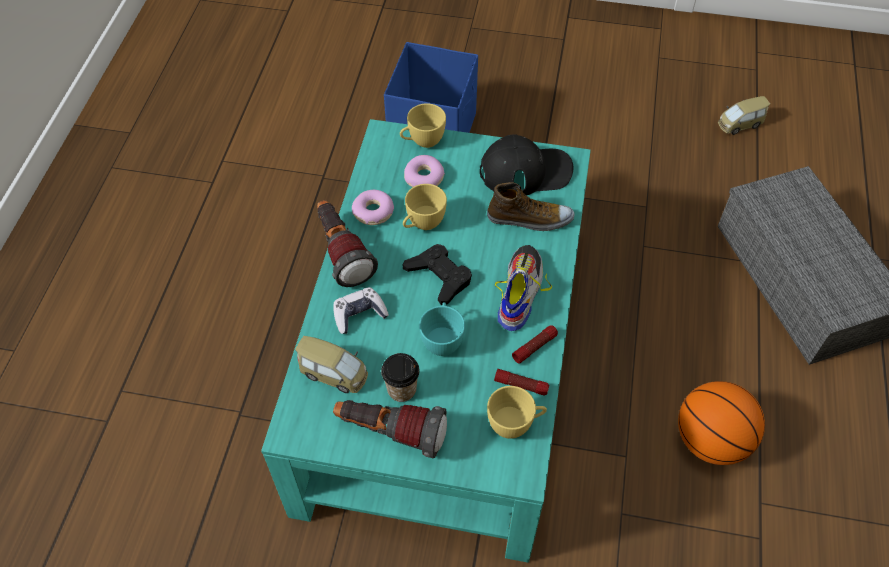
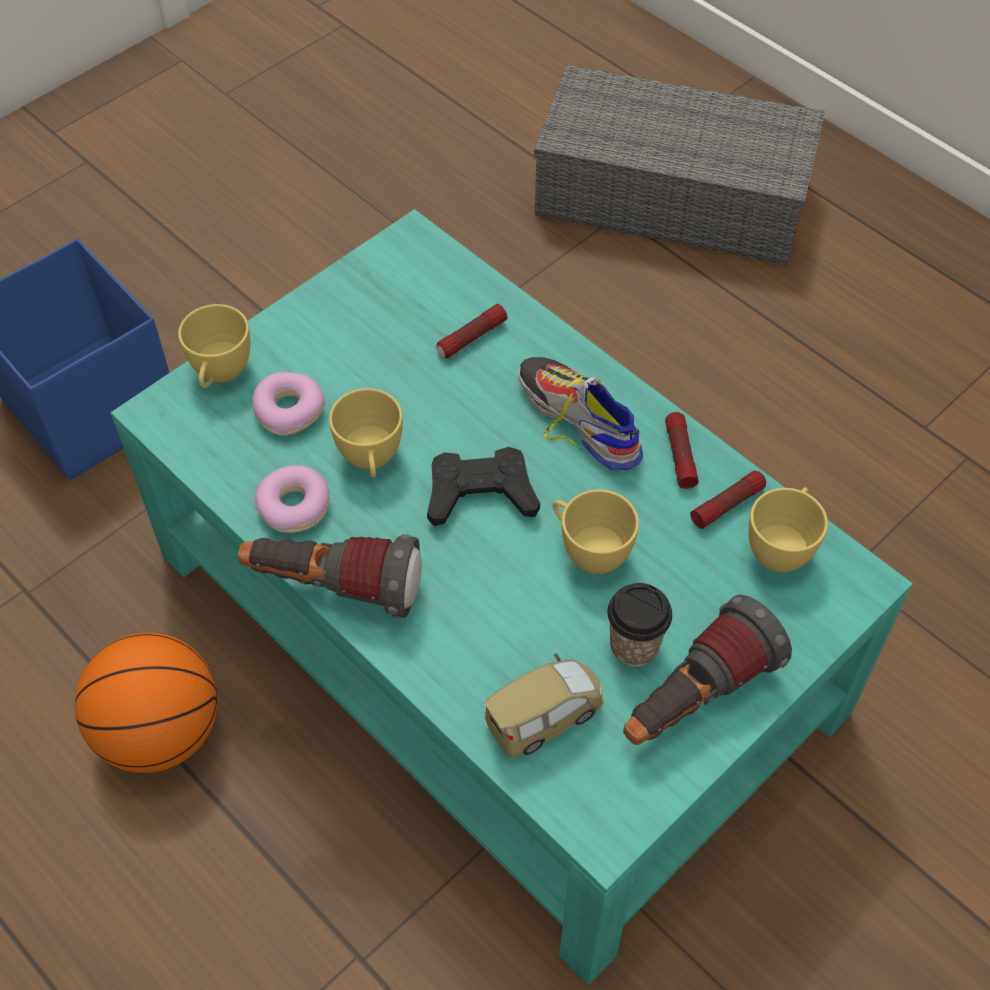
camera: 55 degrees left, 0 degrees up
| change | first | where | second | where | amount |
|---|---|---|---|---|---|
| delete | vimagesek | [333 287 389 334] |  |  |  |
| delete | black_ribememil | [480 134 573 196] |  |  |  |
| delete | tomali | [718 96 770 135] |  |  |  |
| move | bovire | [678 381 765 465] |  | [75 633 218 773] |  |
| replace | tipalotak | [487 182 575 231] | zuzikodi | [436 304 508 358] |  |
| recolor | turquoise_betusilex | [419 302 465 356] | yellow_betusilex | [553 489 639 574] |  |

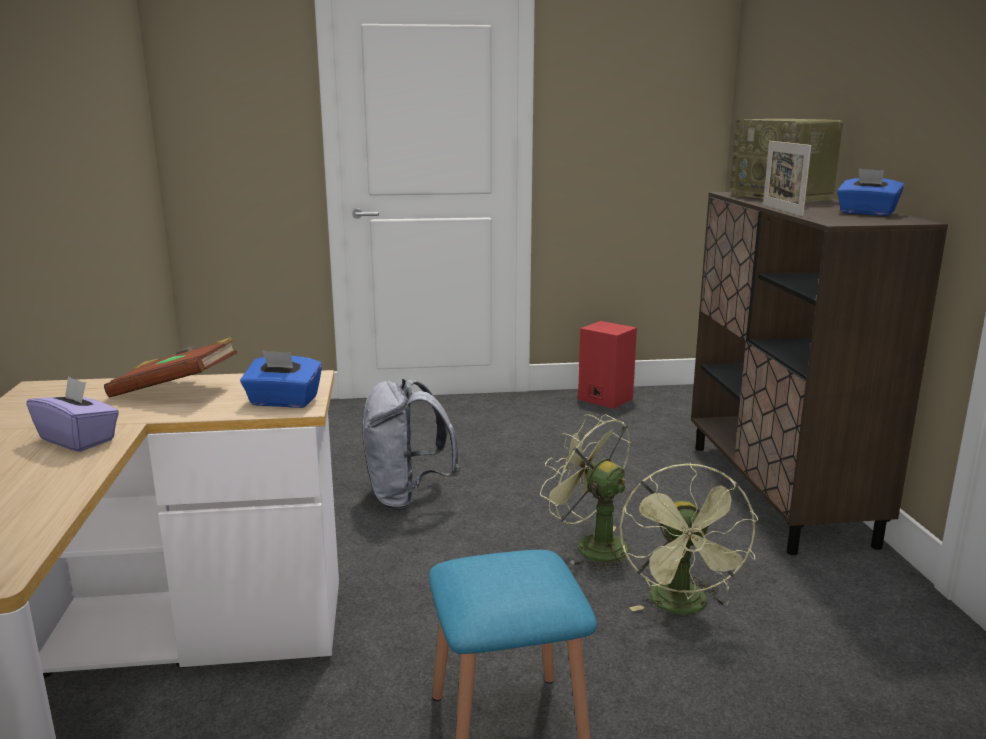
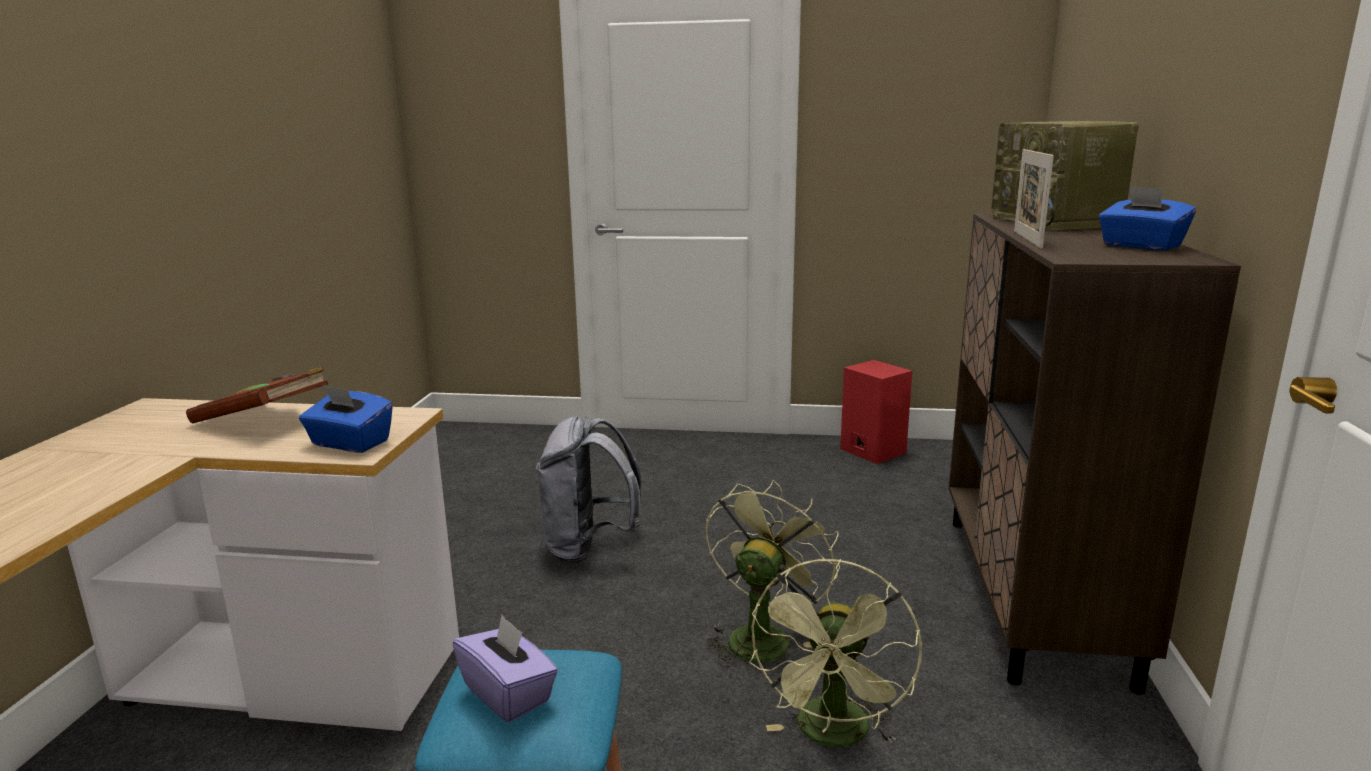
camera: 15 degrees right, 0 degrees up
| change | first | where | second | where | amount |
|---|---|---|---|---|---|
| move | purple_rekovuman | [26 376 119 452] |  | [453 615 558 723] |  |
| rotate | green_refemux | [540 414 631 571] |  | [706 480 840 667] | 60 degrees clockwise |

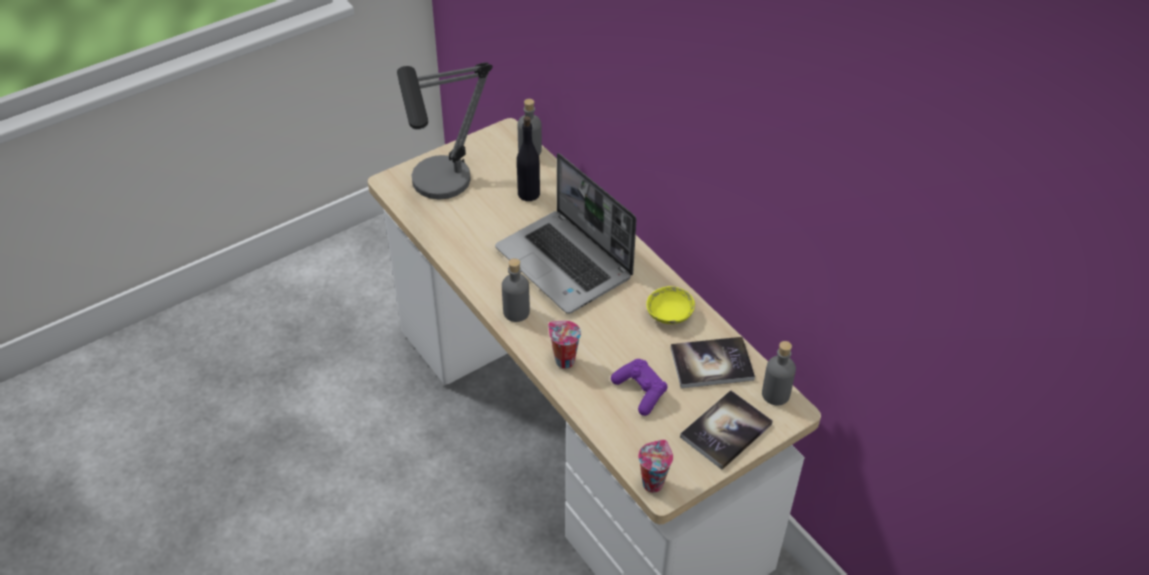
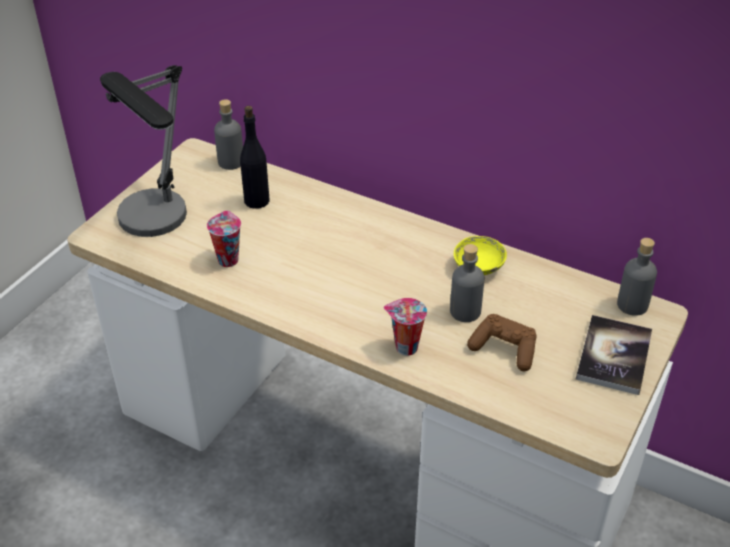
camera: 25 degrees left, 5 degrees down
| change | first | where | second | where | amount |
|---|---|---|---|---|---|
| delete | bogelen | [495 153 637 314] |  |  |  |
| delete | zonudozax | [671 337 755 388] |  |  |  |
| move | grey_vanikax | [502 258 530 322] |  | [450 244 485 322] |  |
| move | betusilex | [638 440 673 493] |  | [207 211 241 267] |  |
| recolor | purple_vimagesek | [611 359 668 416] | brown_vimagesek | [467 314 537 371] |  |

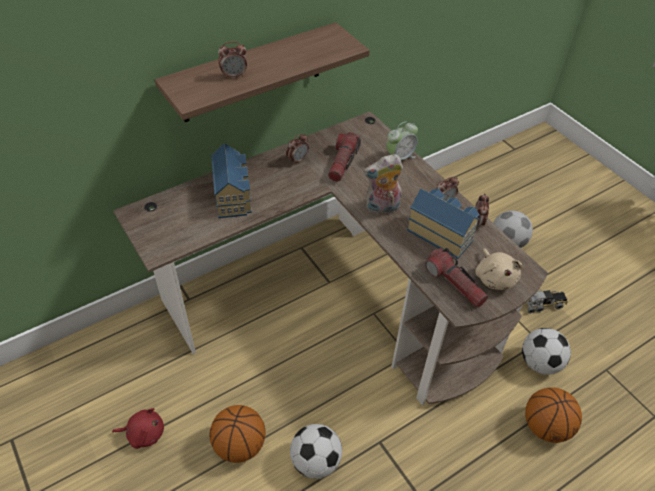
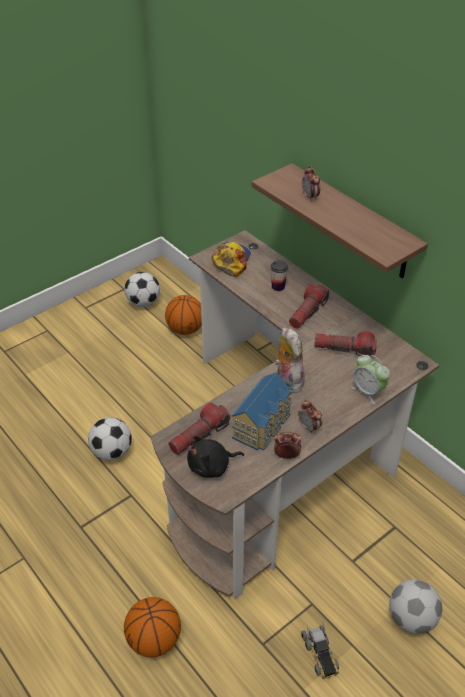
camera: 85 degrees right, 5 degrees down
| change | first | where | second | where | amount |
|---|---|---|---|---|---|
| delete | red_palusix | [112 408 164 449] |  |  |  |
| delete | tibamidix | [286 134 309 165] |  |  |  |
| insert |  |  | ribememil | [212 242 251 277] |  |
| insert |  |  | zuzikodi | [289 284 329 329] |  |
| move | bovire | [210 405 266 463] |  | [165 295 202 335] |  |
| move | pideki | [522 328 571 375] |  | [124 272 160 307] |  |
| replace | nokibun | [211 143 252 218] | betusilex | [270 260 288 291] |  |
| recolor | beige_palusix | [476 248 523 290] | black_palusix | [187 435 244 478] |  |

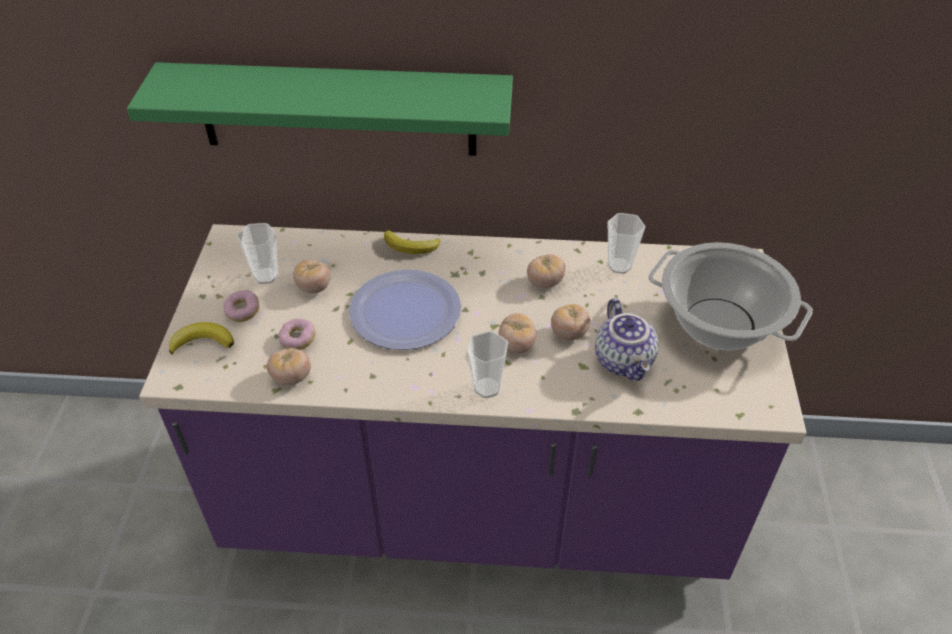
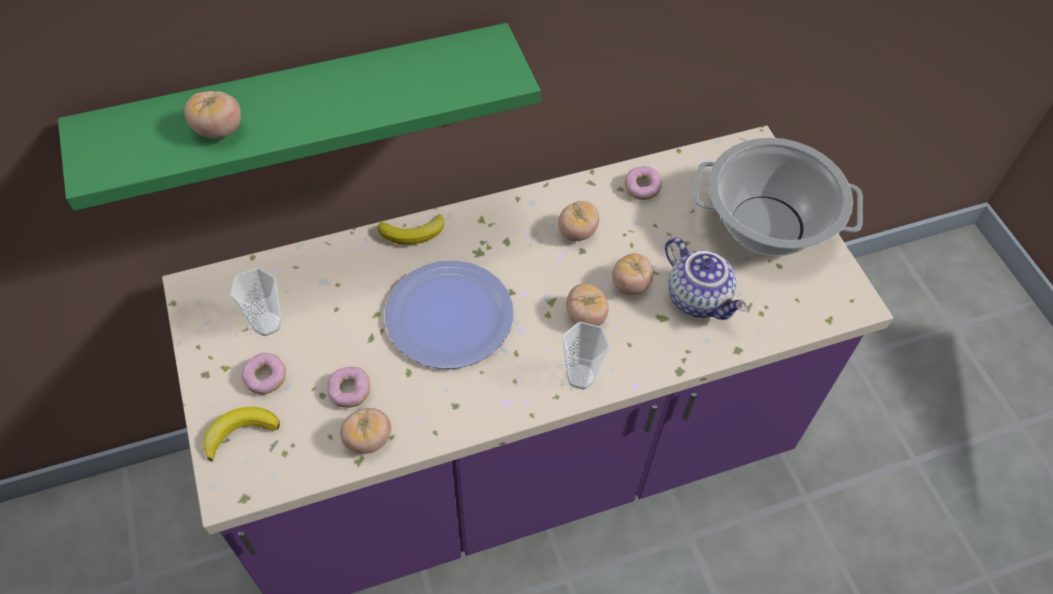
camera: 25 degrees left, 10 degrees up
| change | first | where | second | where | amount |
|---|---|---|---|---|---|
| move | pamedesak | [293 260 331 293] |  | [184 91 241 139] |  |
| replace | betusilex | [608 213 645 274] | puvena | [624 166 662 200] |  |

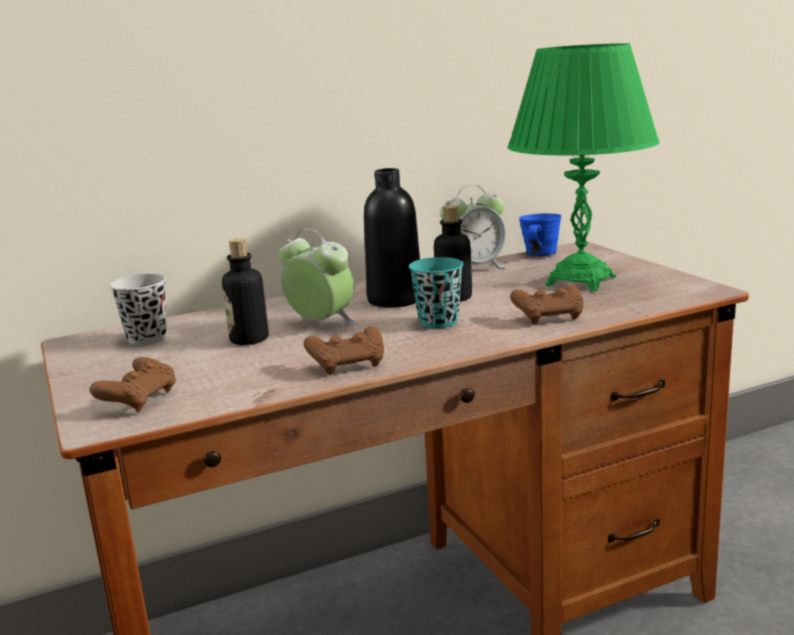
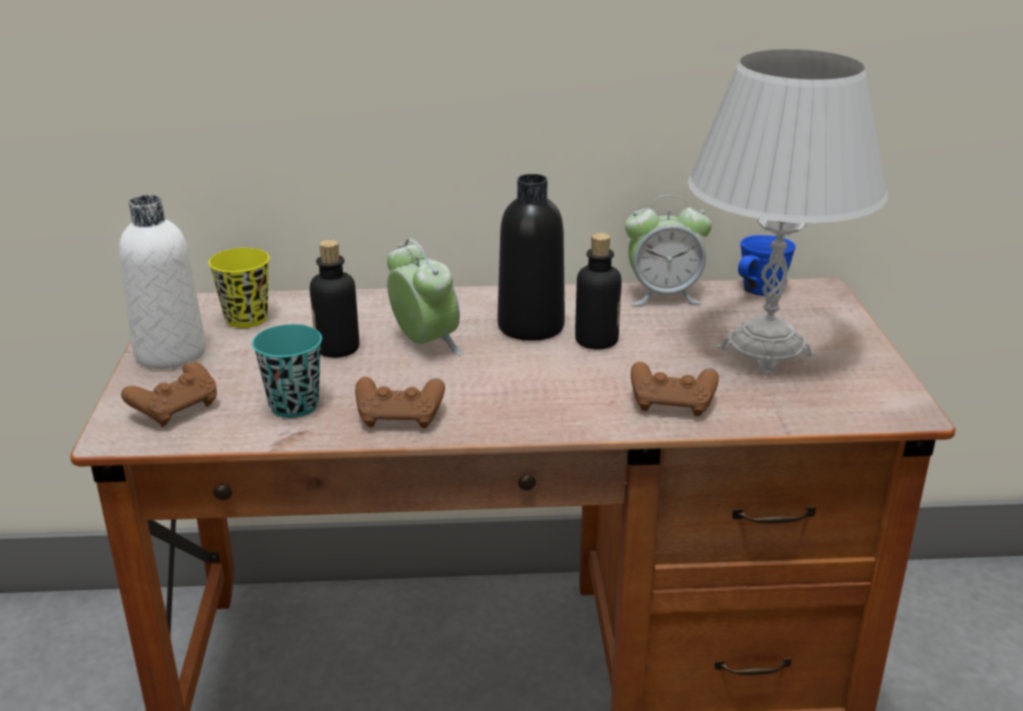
camera: 20 degrees right, 10 degrees up
| change | first | where | second | where | amount |
|---|---|---|---|---|---|
| insert |  |  | white_vanikax | [119 195 206 369] |  |
| move | turquoise_betusilex | [409 257 463 328] |  | [252 324 322 418] |  |
| recolor | black_betusilex | [110 274 167 345] | yellow_betusilex | [208 248 269 328] |  |
| recolor | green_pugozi | [507 43 660 291] | white_pugozi | [688 49 888 375] |  |

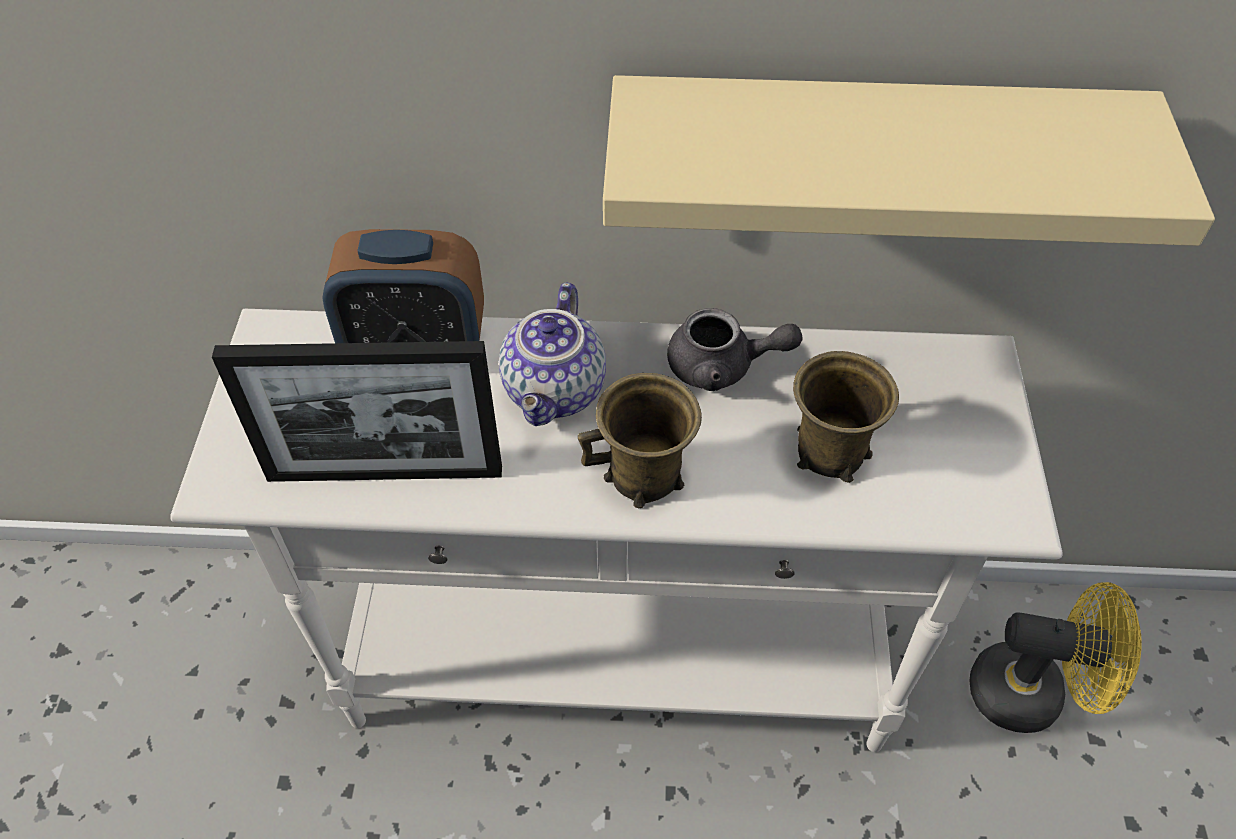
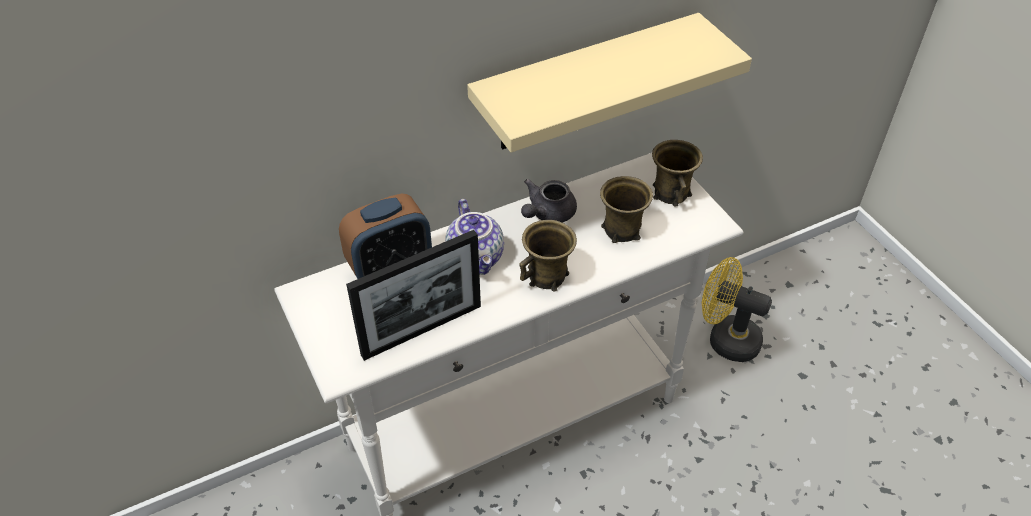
camera: 30 degrees left, 5 degrees down
| change | first | where | second | where | amount |
|---|---|---|---|---|---|
| insert |  |  | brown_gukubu | [652 140 703 206] |  |
| rotate | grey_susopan | [667 308 803 391] |  | [521 179 577 222] | 150 degrees clockwise |
| rotate | yellow_refemux | [969 582 1142 733] |  | [702 257 772 362] | 135 degrees counterclockwise |

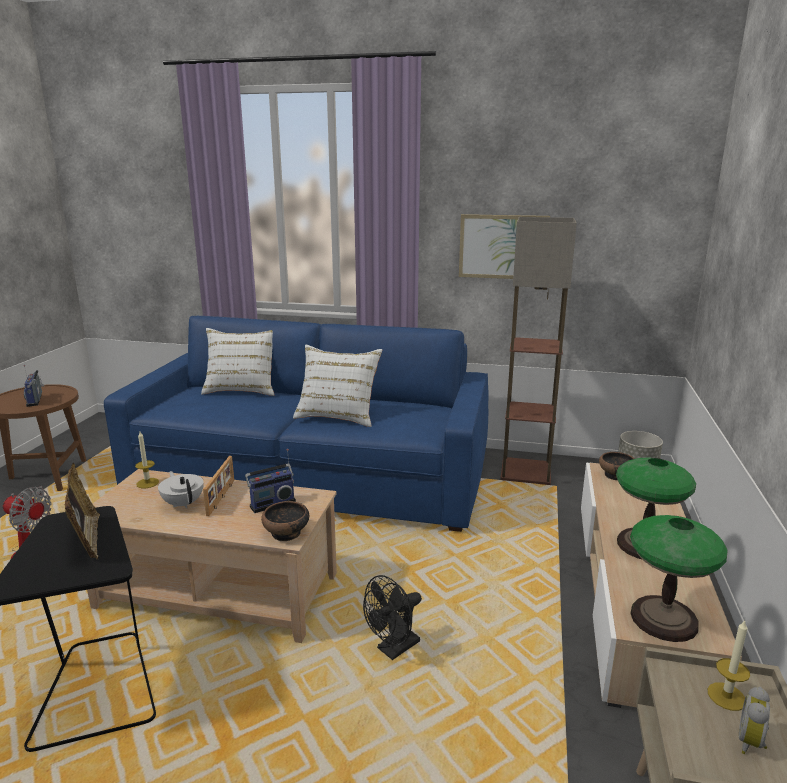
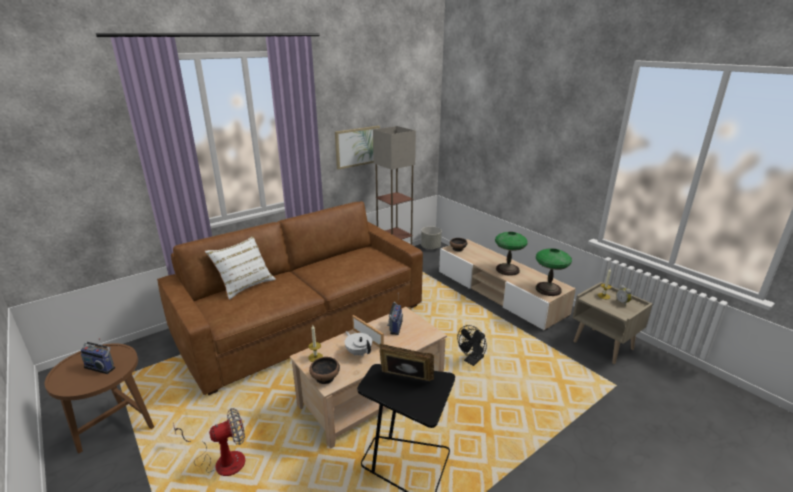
camera: 50 degrees left, 5 degrees up
| change | first | where | second | where | amount |
|---|---|---|---|---|---|
| delete | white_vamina | [293 345 382 427] |  |  |  |
| move | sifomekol | [261 501 309 541] |  | [309 357 340 384] |  |
| recolor | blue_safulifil | [104 316 488 532] | brown_safulifil | [157 201 423 395] |  |
| rotate | white_susopan | [158 471 204 509] |  | [345 331 372 356] | 45 degrees clockwise |
| rotate | black_refemux | [363 575 422 660] |  | [457 325 487 366] | 45 degrees clockwise |

